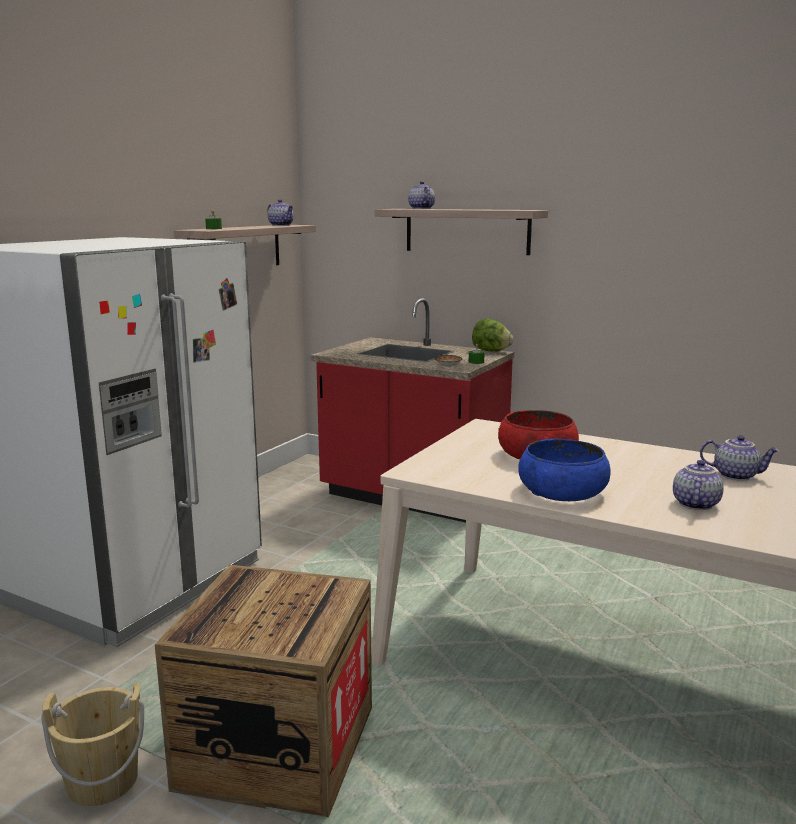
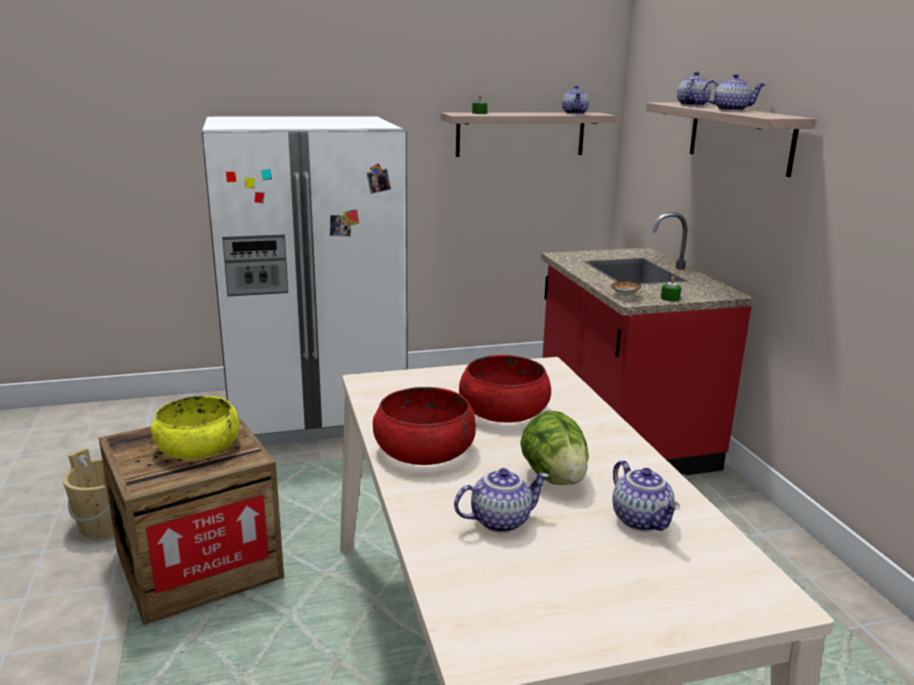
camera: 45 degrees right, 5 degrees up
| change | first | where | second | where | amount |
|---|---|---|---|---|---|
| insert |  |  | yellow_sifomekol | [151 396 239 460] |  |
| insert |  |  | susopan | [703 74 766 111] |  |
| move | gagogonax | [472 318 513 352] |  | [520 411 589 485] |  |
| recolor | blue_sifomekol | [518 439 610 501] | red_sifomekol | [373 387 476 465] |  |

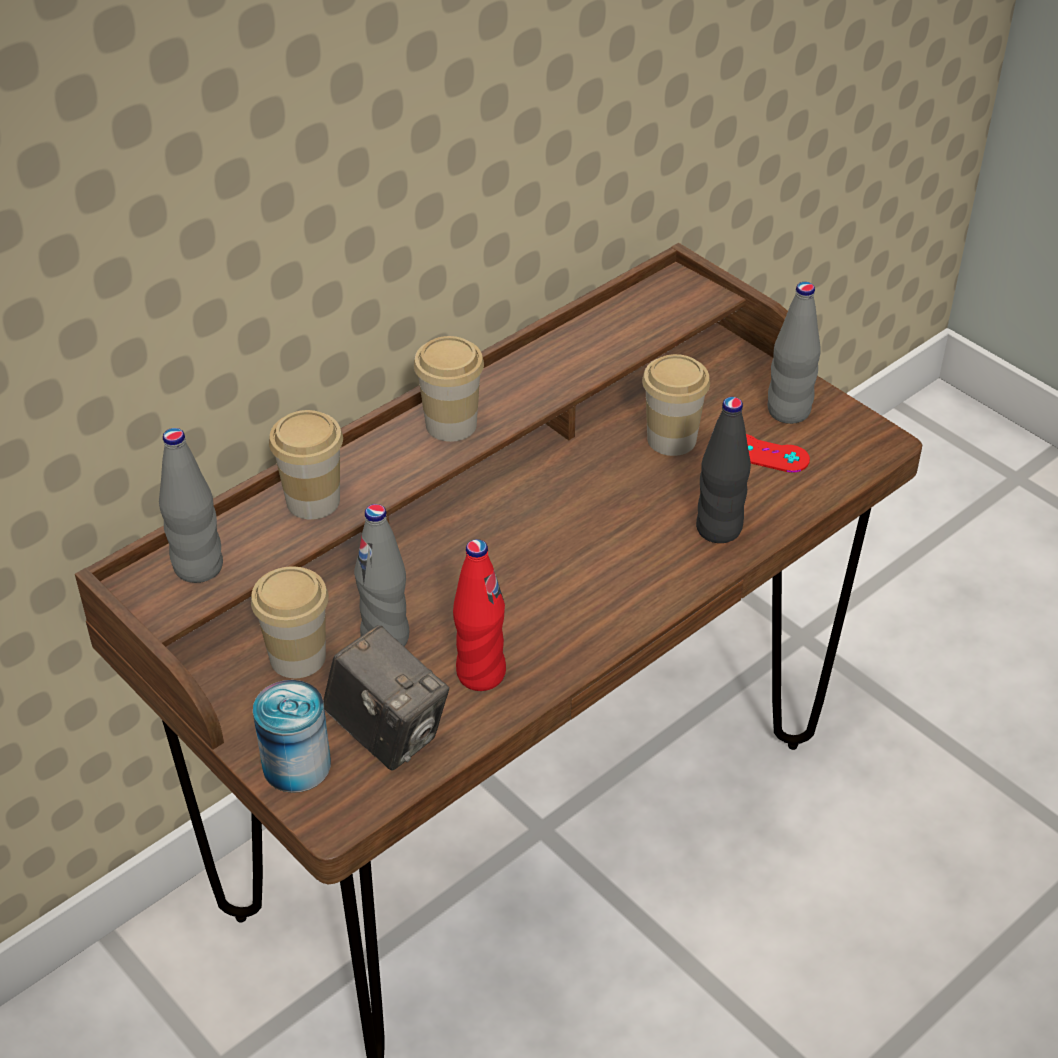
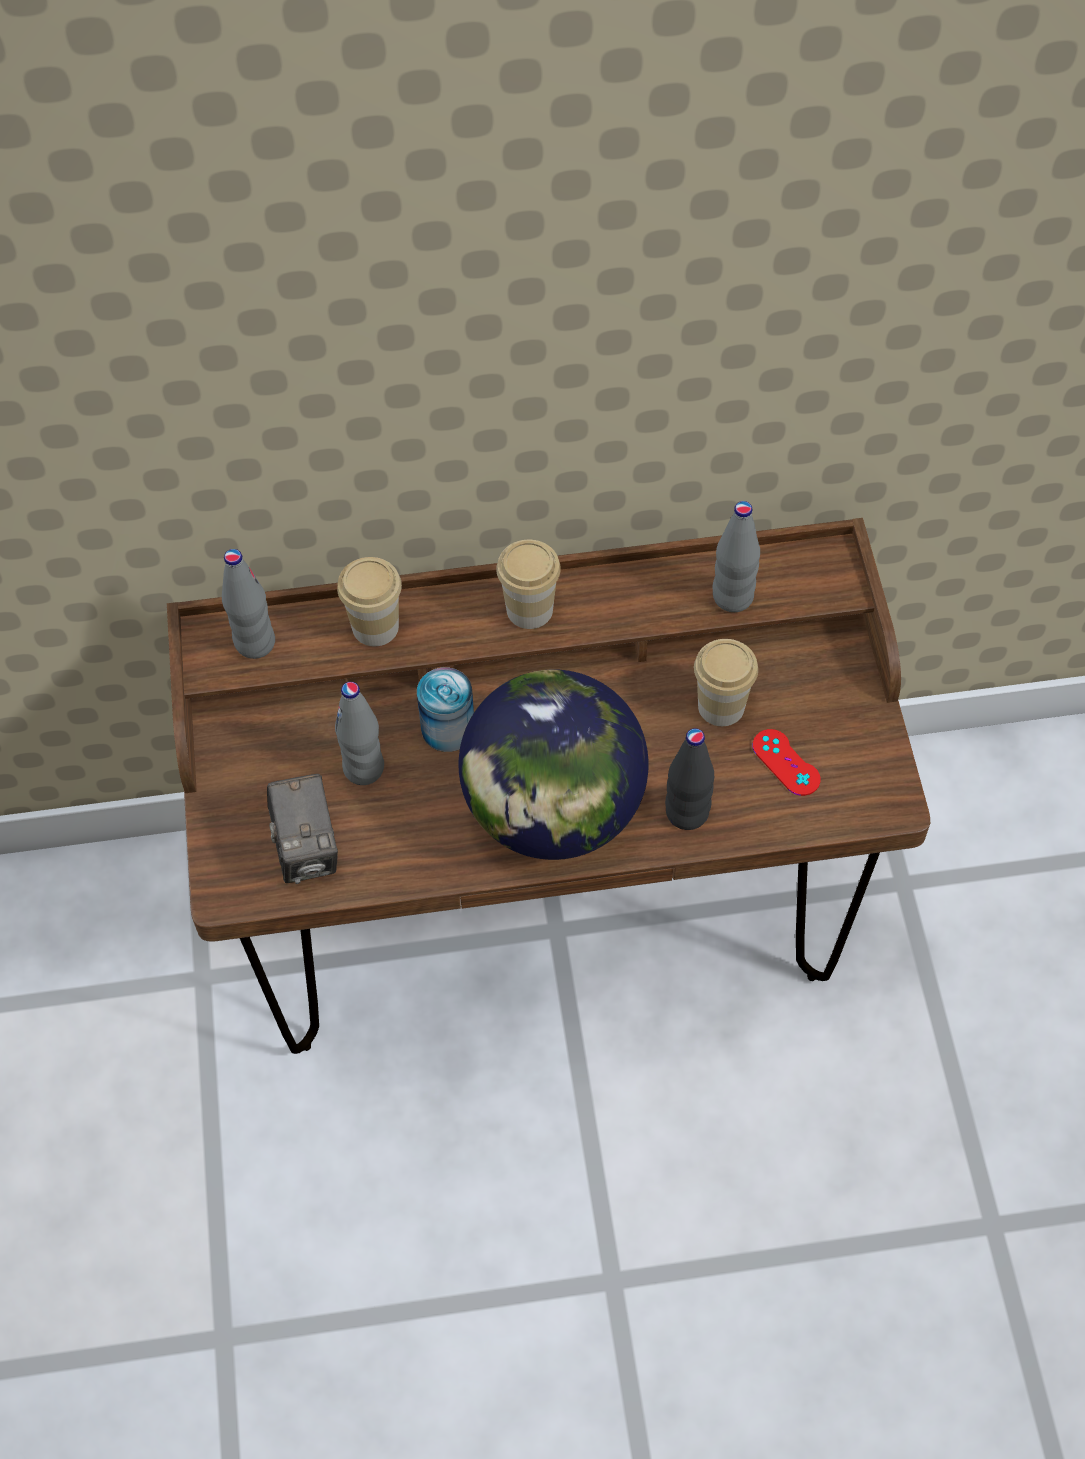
camera: 35 degrees right, 15 degrees up
| change | first | where | second | where | amount |
|---|---|---|---|---|---|
| delete | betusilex | [251 567 329 678] |  |  |  |
| delete | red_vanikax | [453 539 506 691] |  |  |  |
| insert |  |  | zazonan | [458 670 649 860] |  |
| move | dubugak | [253 680 331 793] |  | [417 667 474 752] |  |
| move | grey_vanikax | [768 282 821 424] |  | [713 501 760 612] |  |

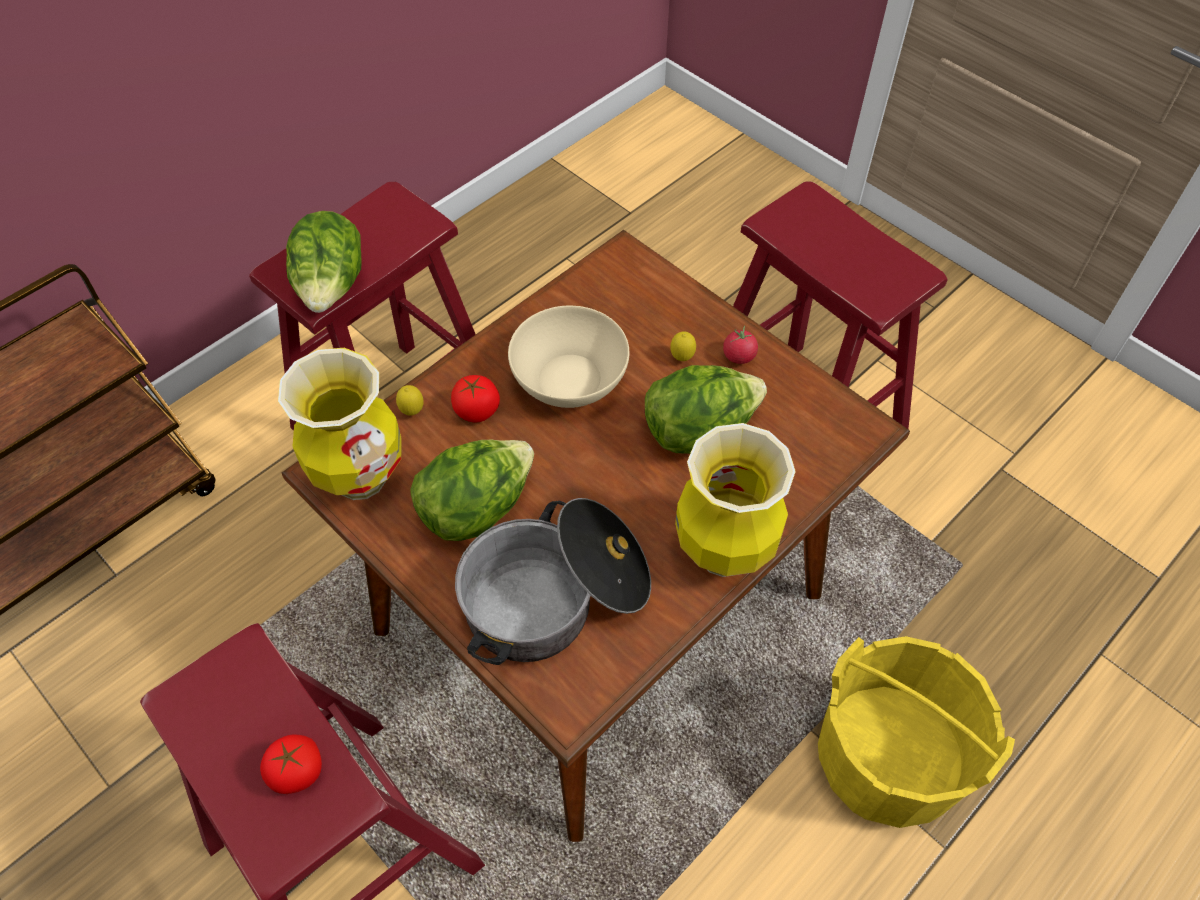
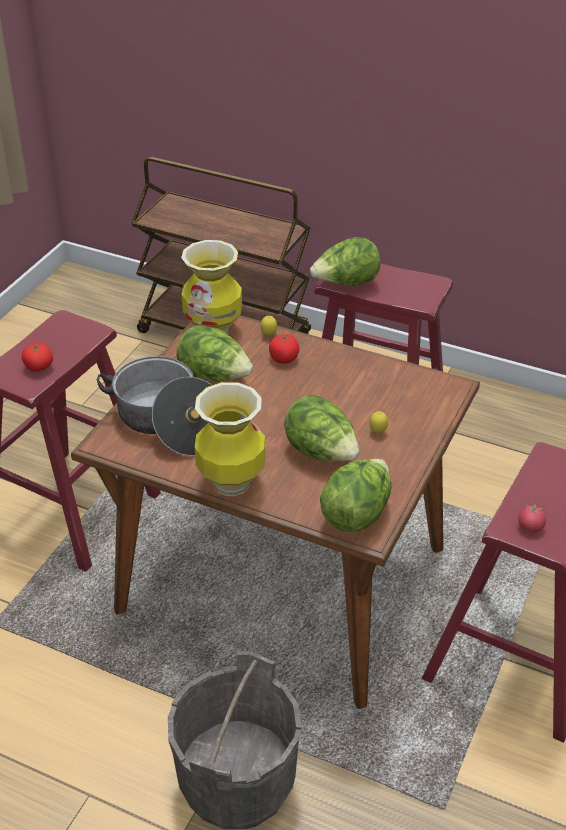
camera: 70 degrees right, 15 degrees down
| change | first | where | second | where | amount |
|---|---|---|---|---|---|
| delete | beige_sifomekol | [508 306 630 408] |  |  |  |
| insert |  |  | gagogonax | [320 459 391 532] |  |
| move | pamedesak | [723 326 758 364] |  | [518 503 546 532] |  |
| recolor | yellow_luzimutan | [818 636 1015 828] | grey_luzimutan | [168 651 302 829] |  |

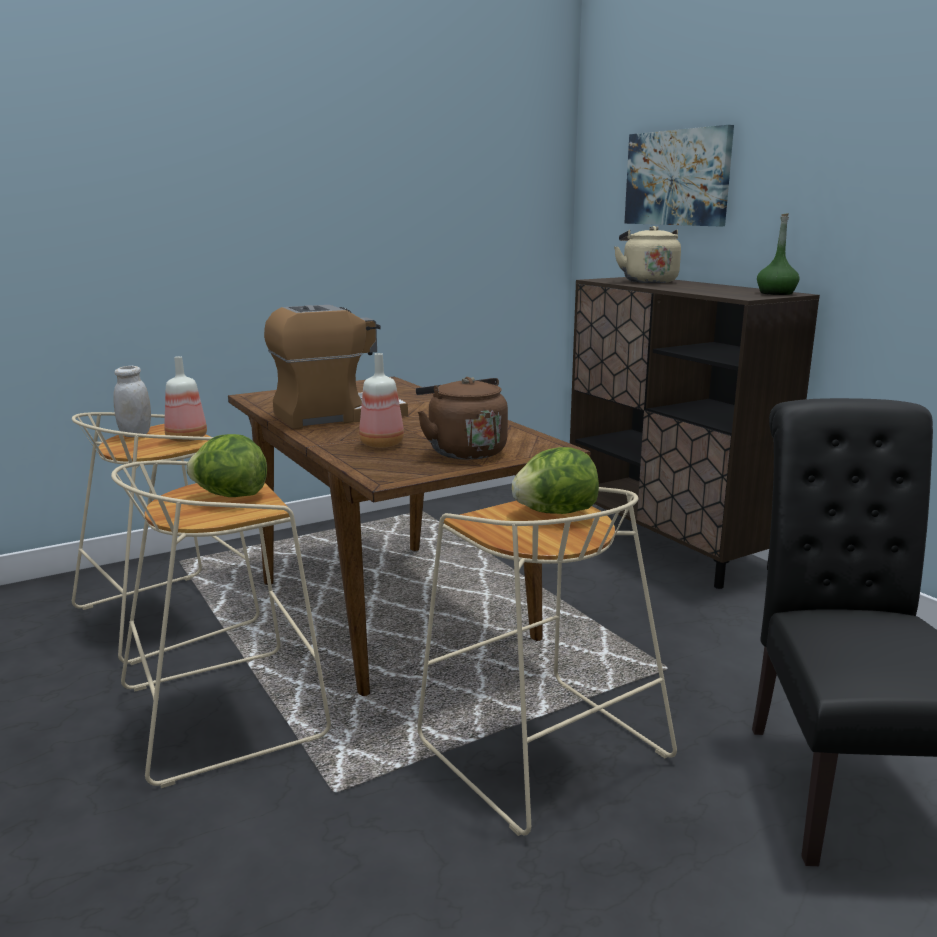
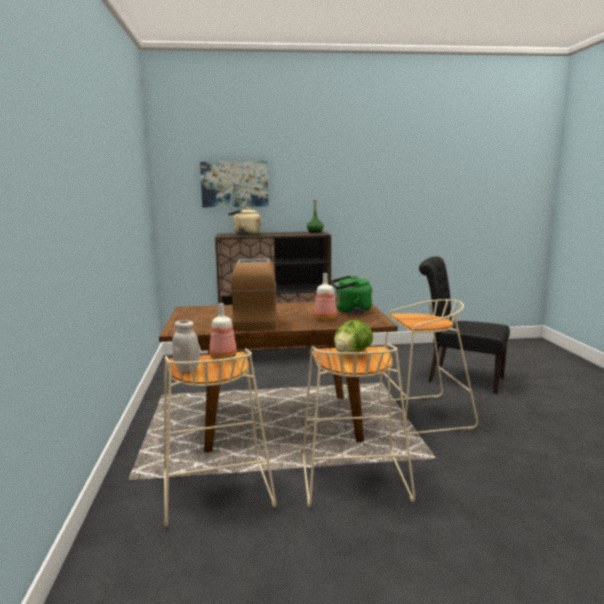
camera: 65 degrees left, 5 degrees down
| change | first | where | second | where | amount |
|---|---|---|---|---|---|
| delete | gagogonax | [512 447 599 514] |  |  |  |
| recolor | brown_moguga | [416 377 508 460] | green_moguga | [331 276 372 314] |  |

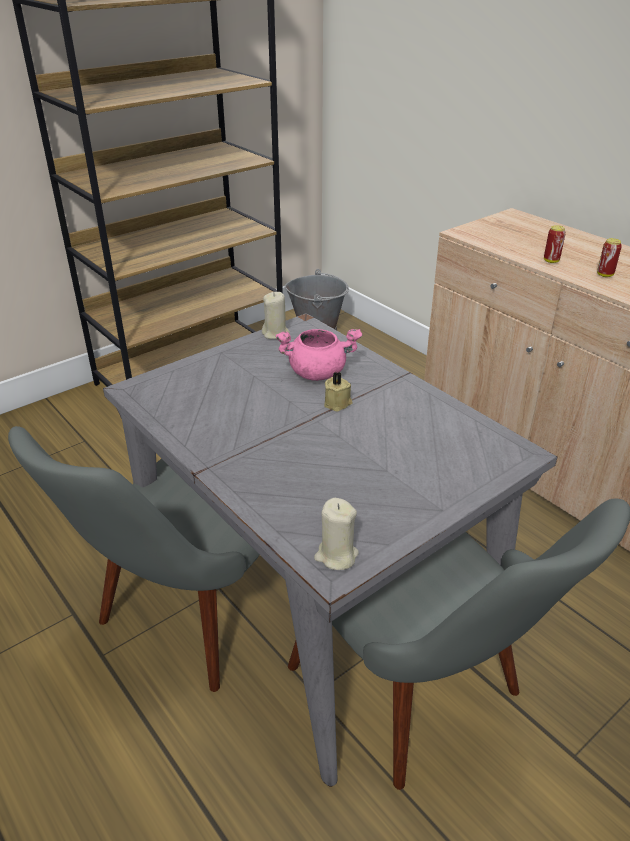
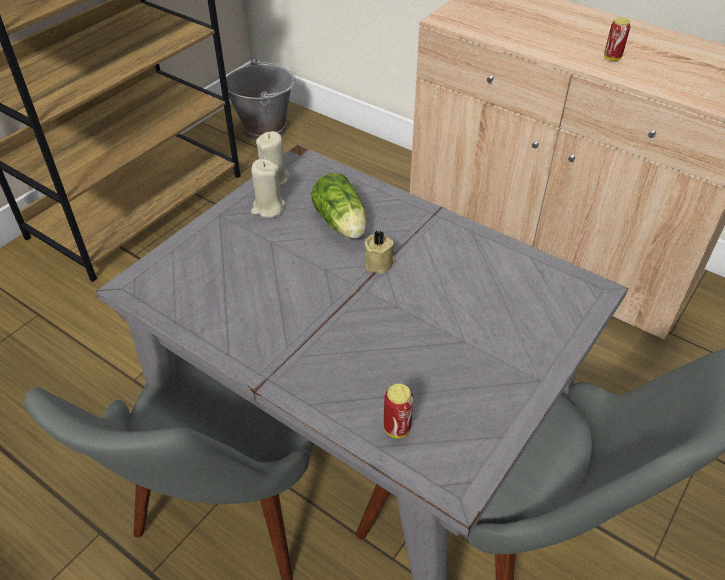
camera: 15 degrees left, 10 degrees up
| change | first | where | second | where | amount |
|---|---|---|---|---|---|
| move | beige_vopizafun | [314 498 359 570] |  | [251 159 286 218] |  |
| move | dubugak | [544 225 566 263] |  | [384 384 413 438] |  |
| replace | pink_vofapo | [276 329 362 381] | gagogonax | [312 173 367 239] |  |

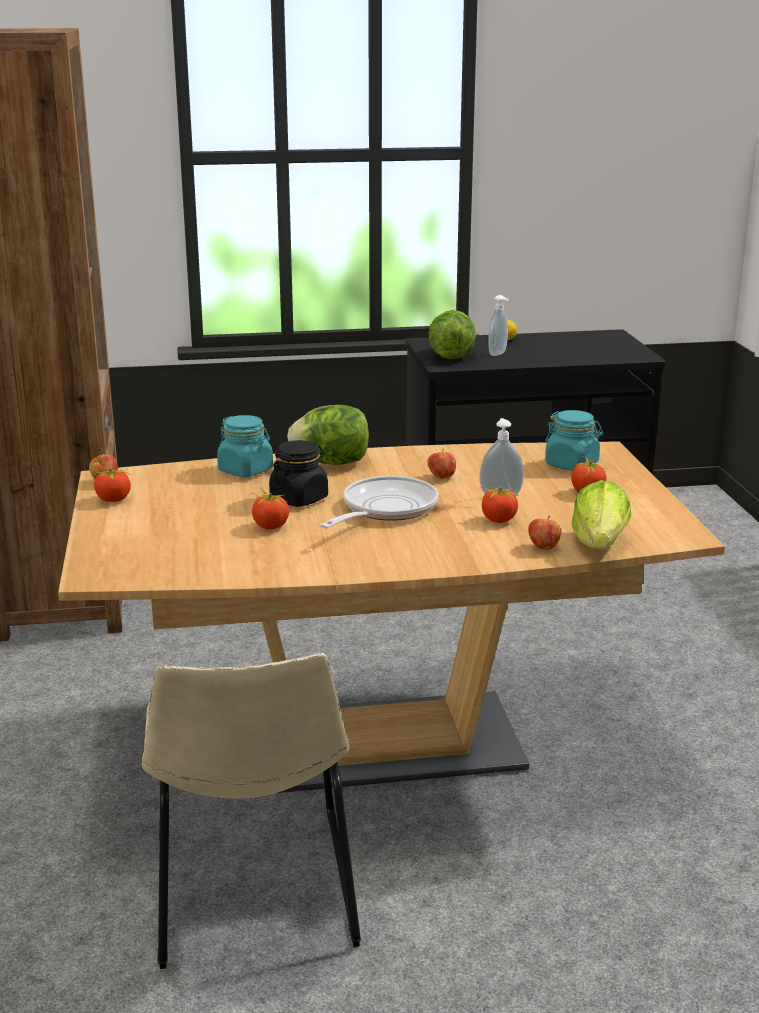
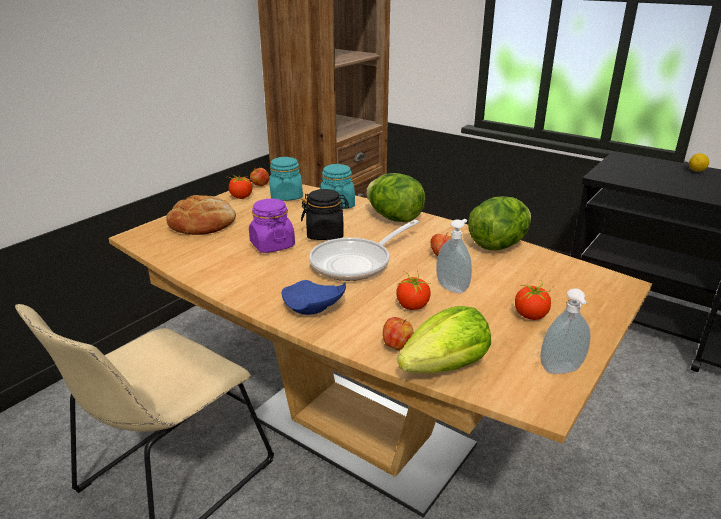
camera: 45 degrees right, 5 degrees up
| change | first | where | second | where | amount |
|---|---|---|---|---|---|
| insert |  |  | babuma | [166 195 236 235] |  |
| insert |  |  | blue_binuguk | [281 280 346 315] |  |
| move | gagogonax | [428 310 476 359] |  | [468 196 531 251] |  |
| move | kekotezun | [489 295 510 356] |  | [540 288 591 374] |  |
| move | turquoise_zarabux | [545 410 603 471] |  | [269 157 303 201] |  |
| replace | pamedesak | [251 489 289 530] | purple_zarabux | [249 199 295 253] |  |
| rotate | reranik | [320 476 438 529] |  | [309 220 419 281] | 150 degrees clockwise |

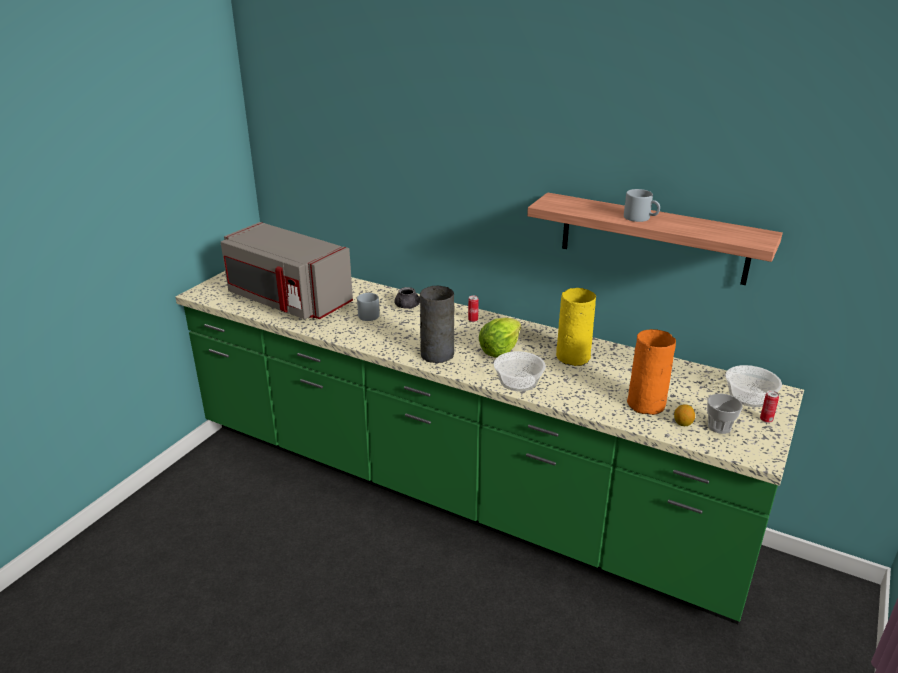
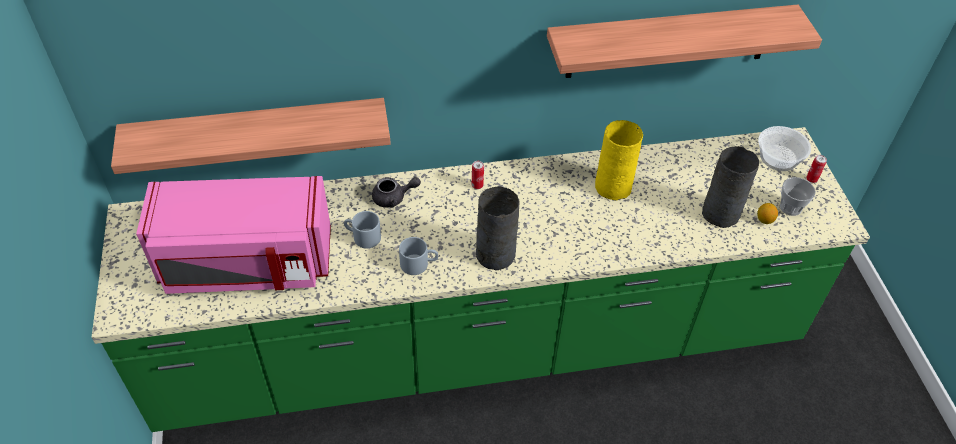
camera: 40 degrees left, 20 degrees up
| change | first | where | second | where | amount |
|---|---|---|---|---|---|
| delete | gagogonax | [479 317 521 358] |  |  |  |
| delete | sifomekol | [494 351 546 391] |  |  |  |
| insert |  |  | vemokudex | [111 98 391 174] |  |
| move | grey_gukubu | [624 189 660 222] |  | [399 237 438 275] |  |
| recolor | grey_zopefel | [221 222 353 319] | pink_zopefel | [136 176 331 294] |  |
| recolor | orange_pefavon | [627 329 676 415] | grey_pefavon | [702 146 759 228] |  |

